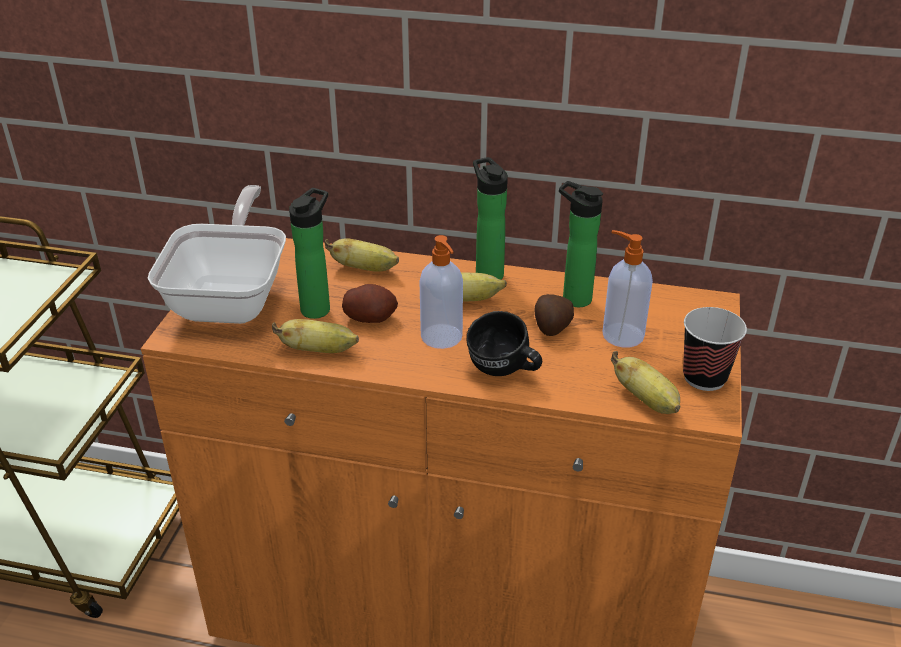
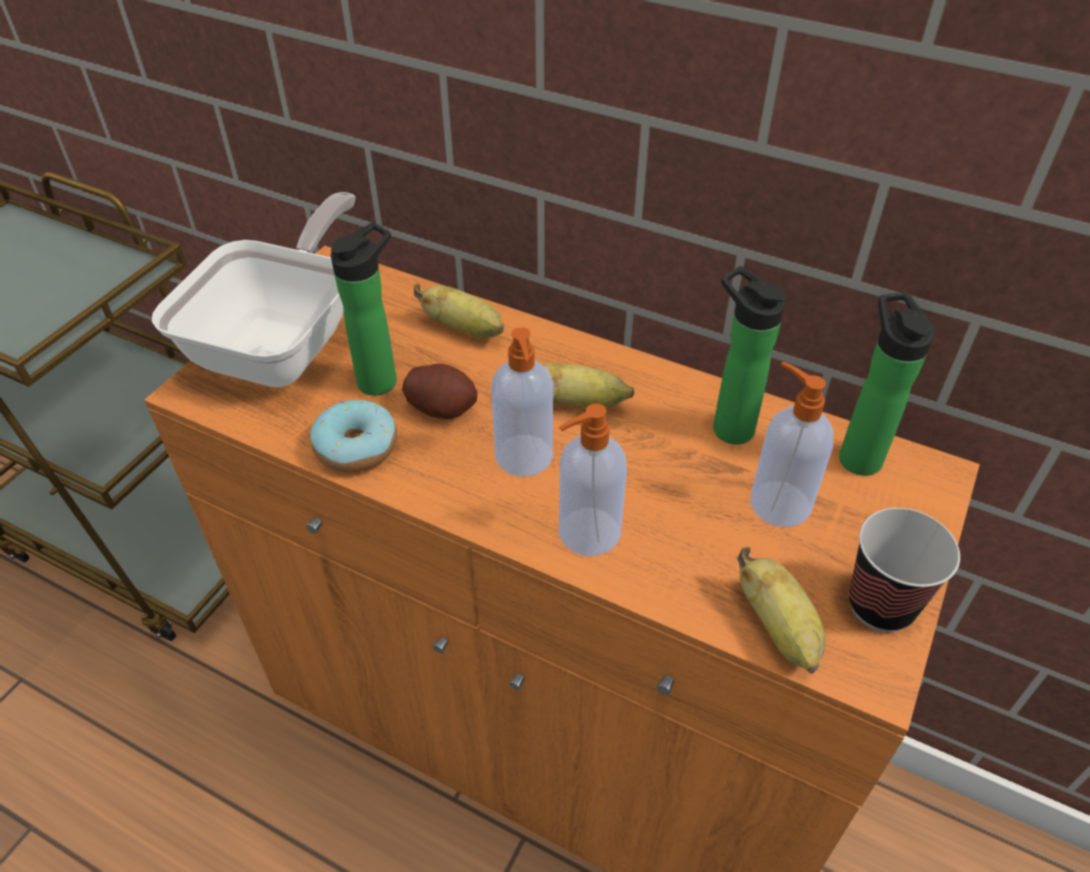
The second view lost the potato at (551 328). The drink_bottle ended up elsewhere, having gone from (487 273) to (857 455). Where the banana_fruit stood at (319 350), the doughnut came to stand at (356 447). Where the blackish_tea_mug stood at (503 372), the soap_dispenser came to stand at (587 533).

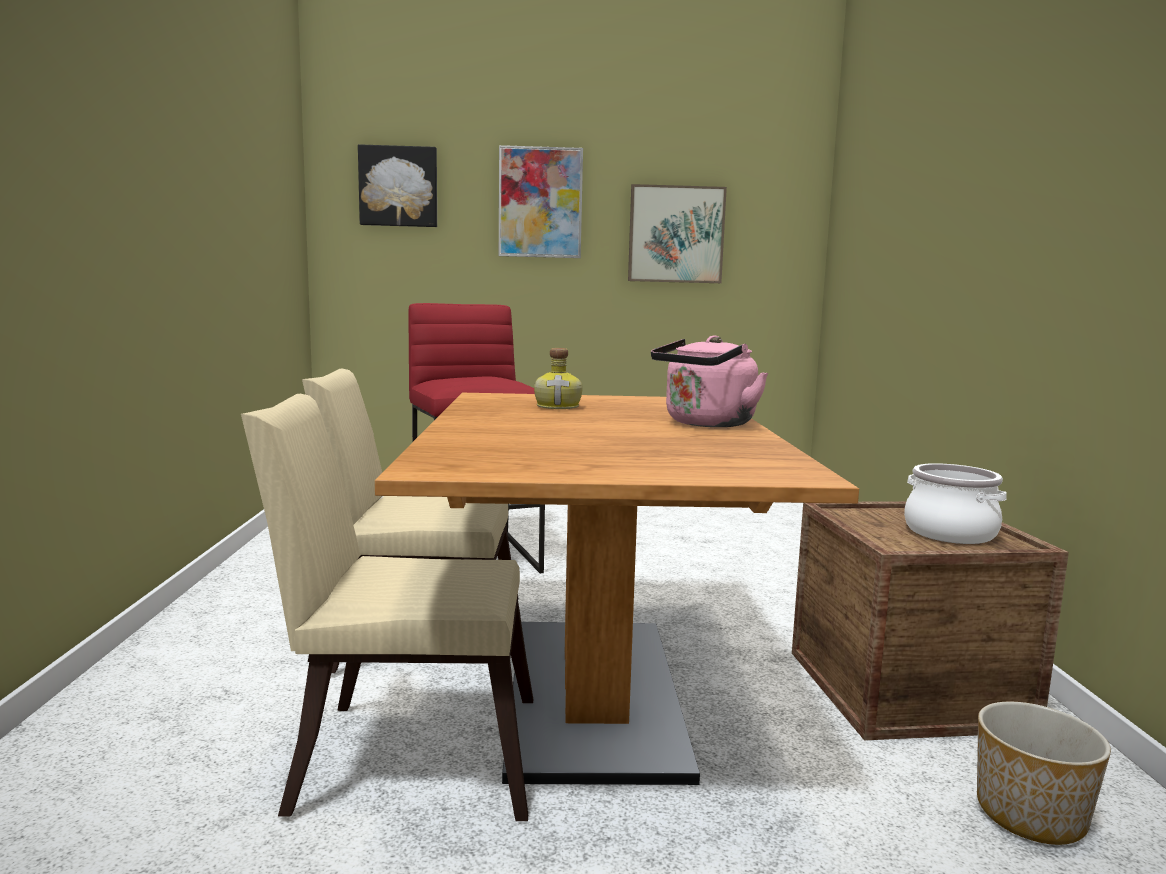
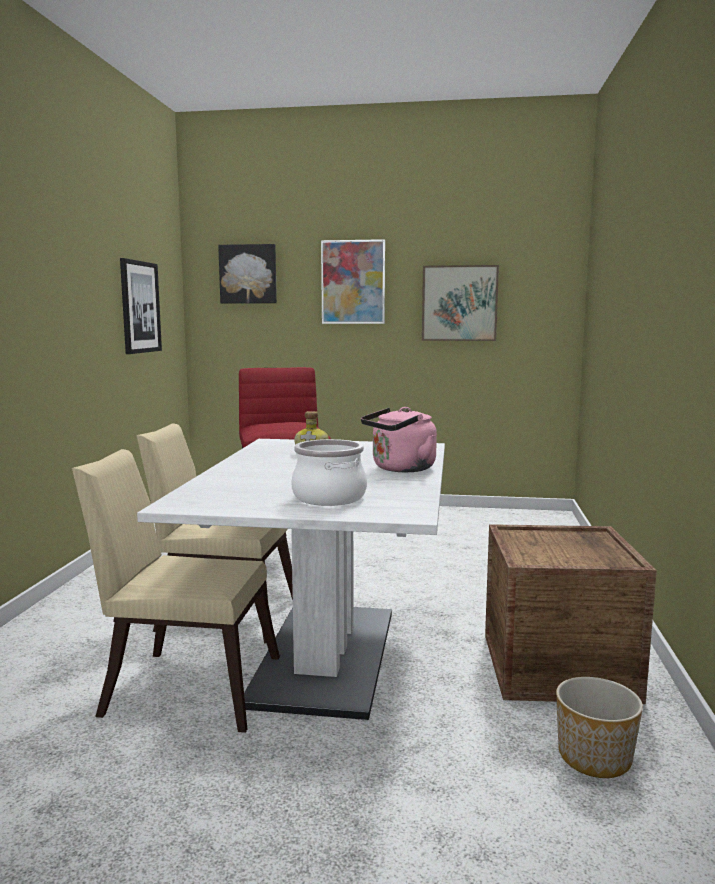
The second view gained the wall_art at (140 307). The cooking_pot ended up elsewhere, having gone from (950 533) to (330 497). What was the brownish_dinner_table at (593 693) turned into the white_dinner_table at (325 655).

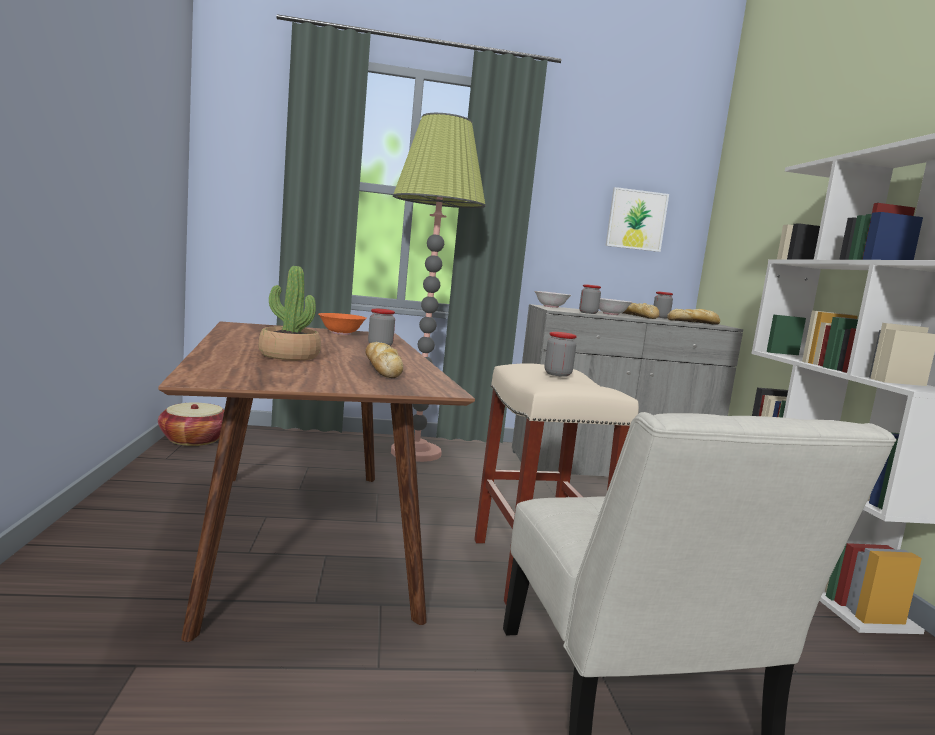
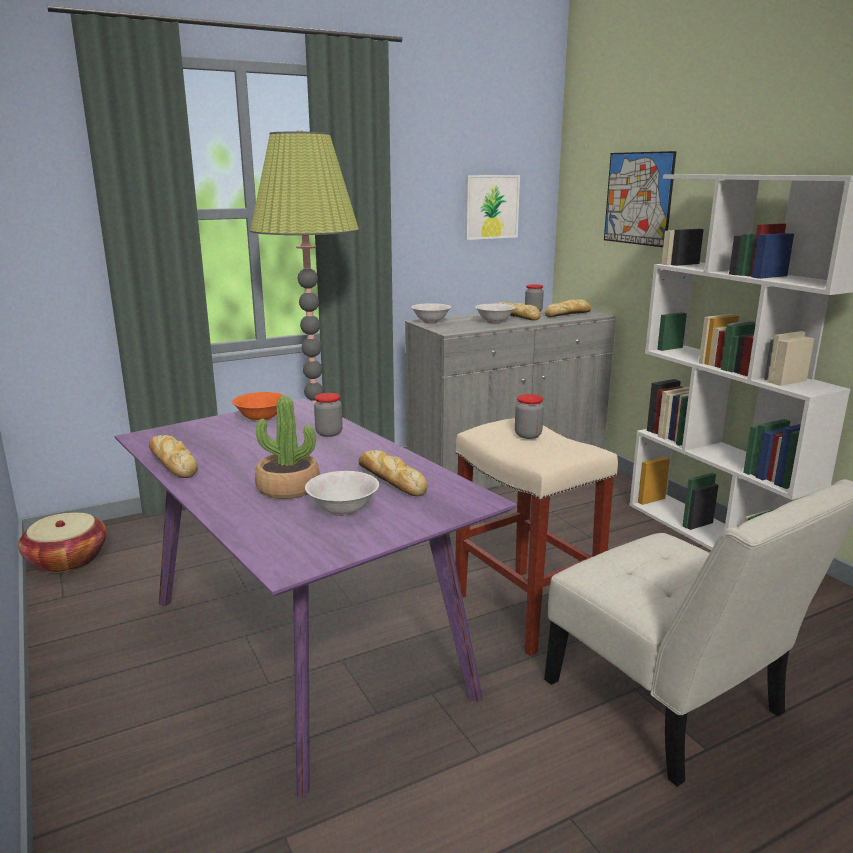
The second view lost the jar at (588 313). The second view gained the bakery_bread at (172 463). The second view gained the white_serving_bowl at (343 510). The second view gained the wall_art at (638 198). What was the brownish_dinner_table at (303 536) turned into the purple-coloured_dinner_table at (302 646).

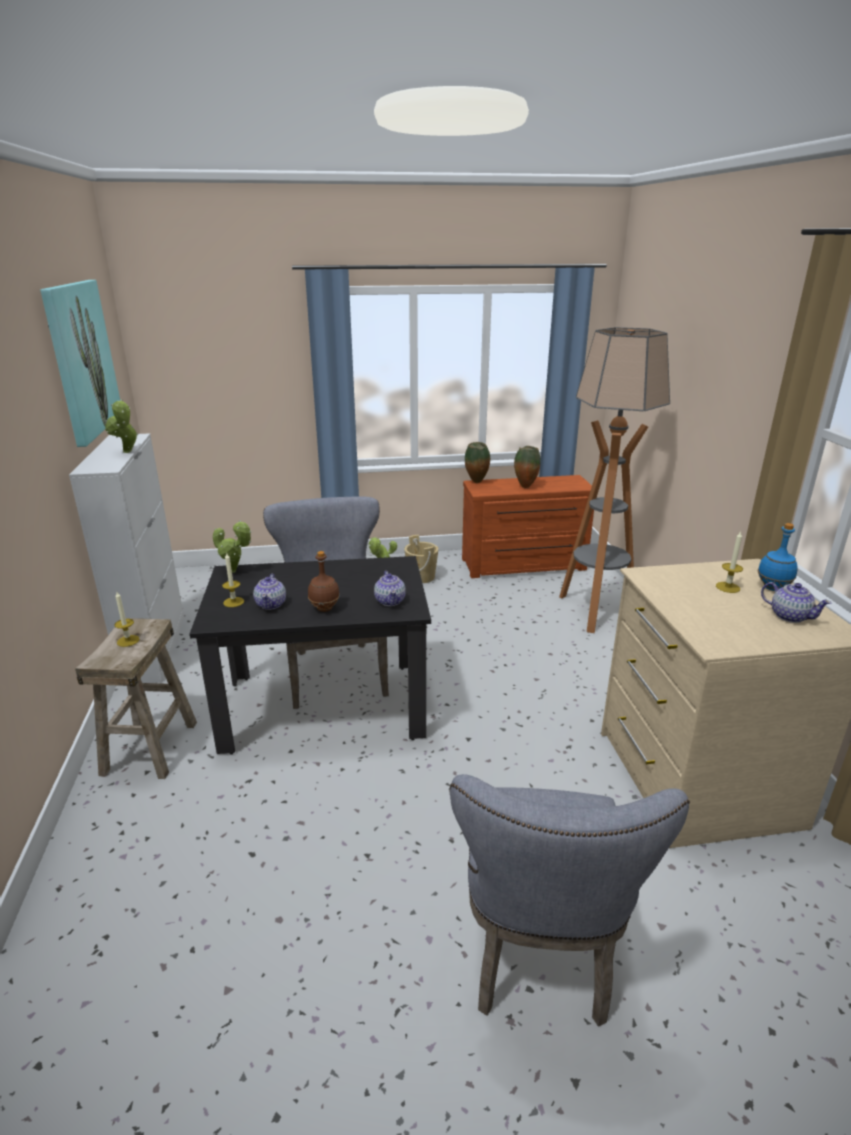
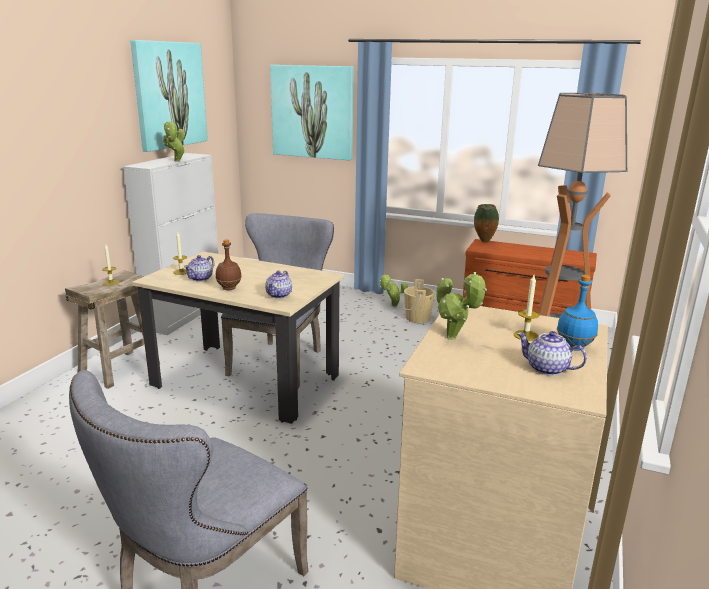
The second view lost the decorative_vase at (525 486). The second view gained the wall_art at (312 112). The potted_plant ended up elsewhere, having gone from (235 571) to (454 338). What was the blackish_dinner_table at (324 707) turned into the sand-coloured_dinner_table at (246 381). The tea_pot at (789 616) ended up facing another way, 135 degrees clockwise from before.

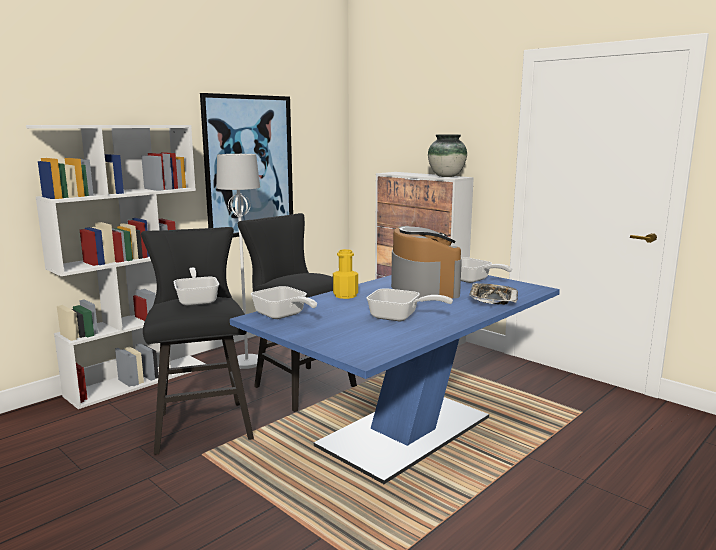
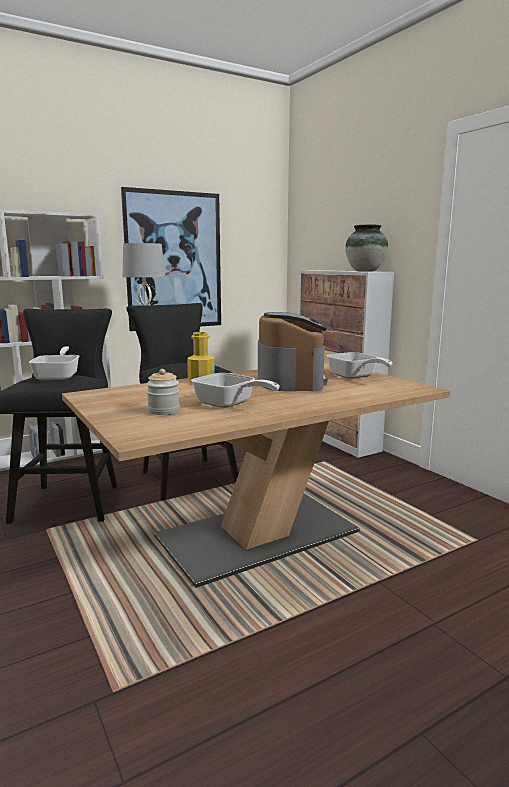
The second view lost the frying_pan at (283 316). The second view lost the tray at (492 298). The second view gained the jar at (164 411). What was the blue_dinner_table at (405 432) turned into the brownish_dinner_table at (257 535).

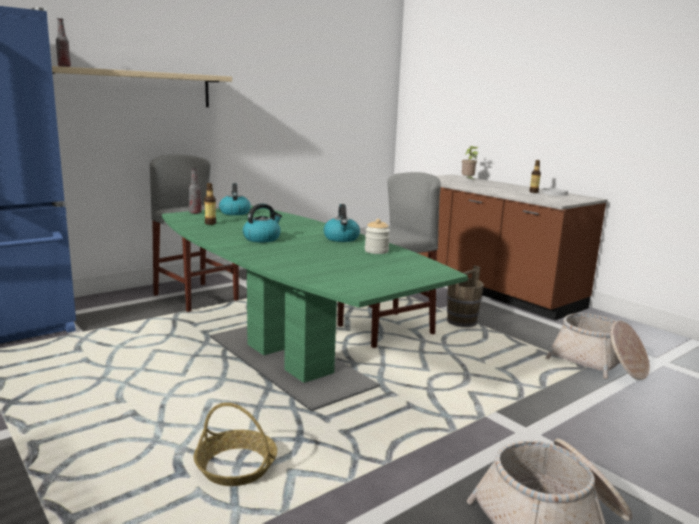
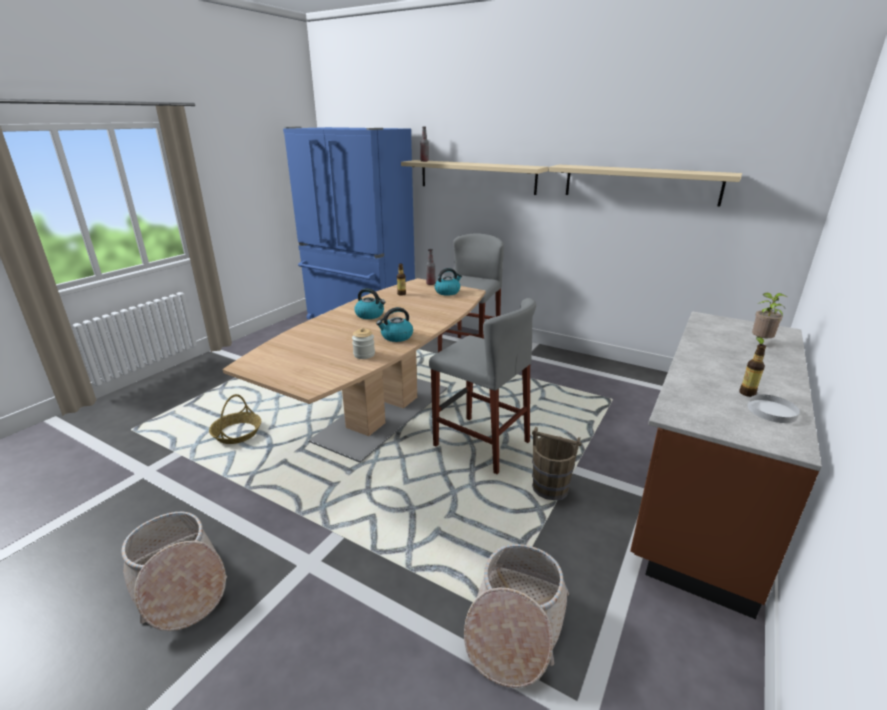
The second view gained the sand-coloured_shelf at (640 184). What was the green-coloured_dinner_table at (288 361) turned into the brownish_dinner_table at (383 414).

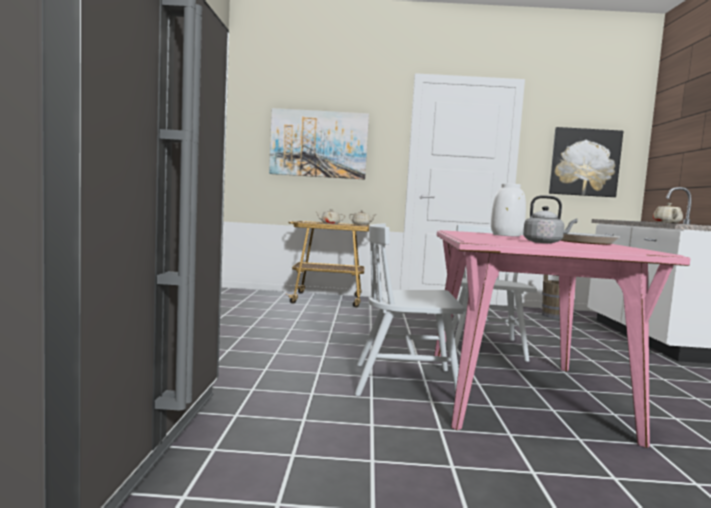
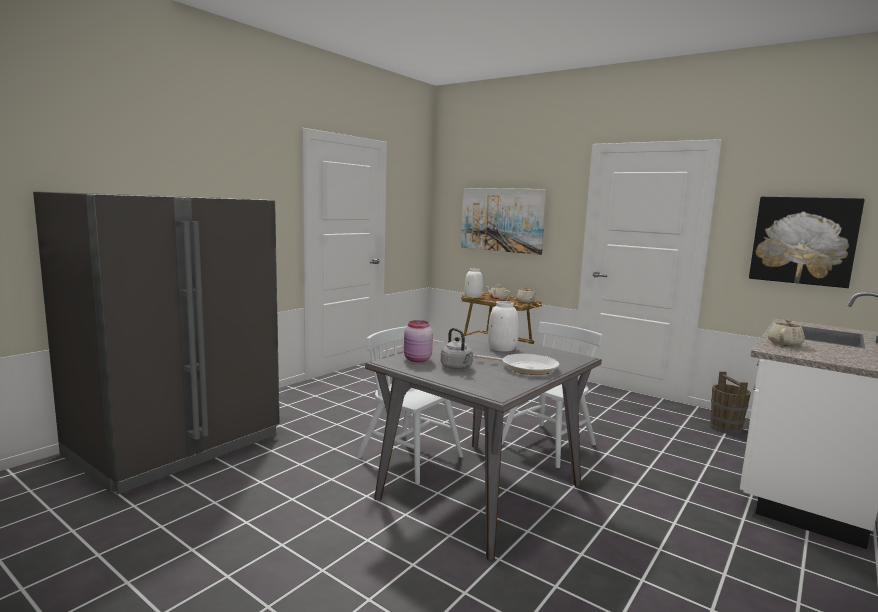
The second view gained the pink_jar at (417 360). The second view gained the white_decorative_vase at (473 296). What was the pink_dinner_table at (519 394) turned into the greyish_dinner_table at (481 491).

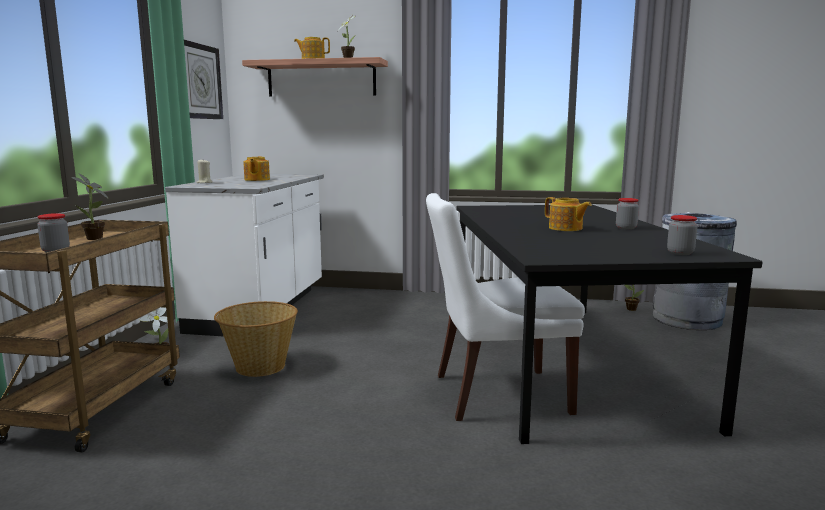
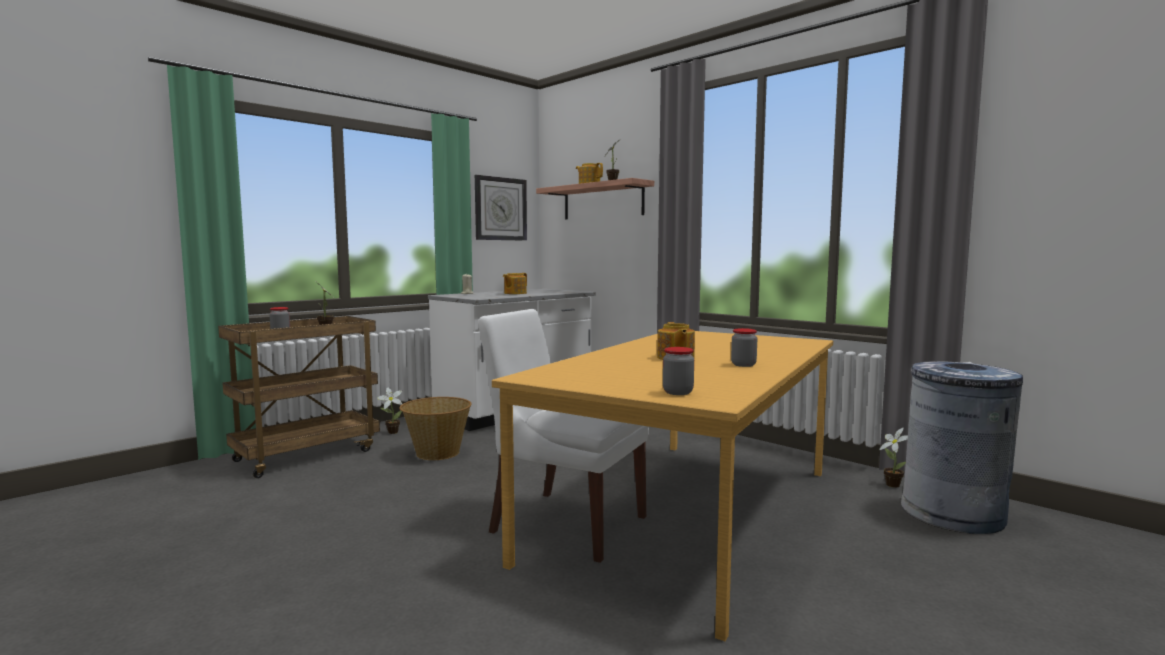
What was the blackish_dinner_table at (559 359) turned into the orangey_dinner_table at (688 512).

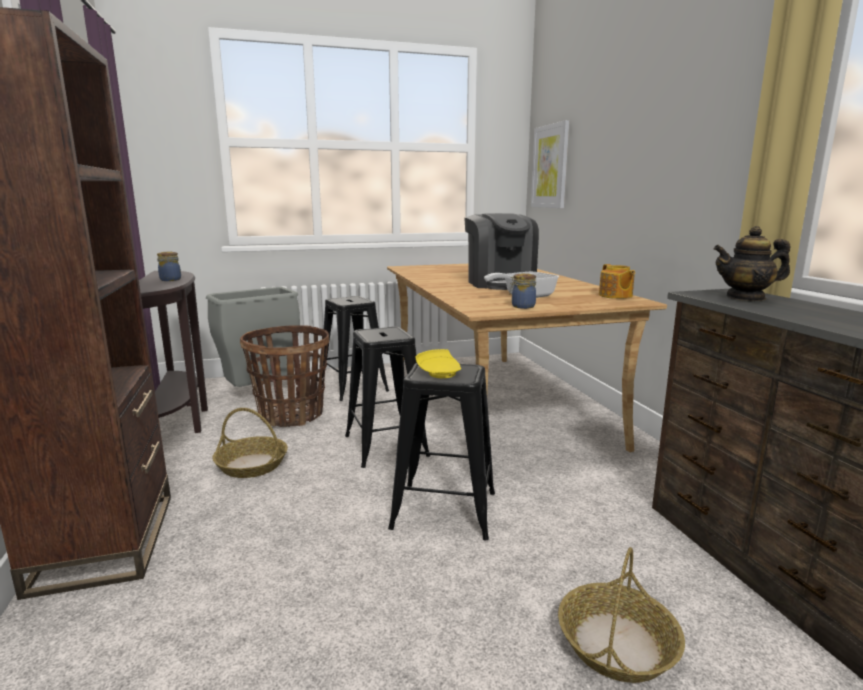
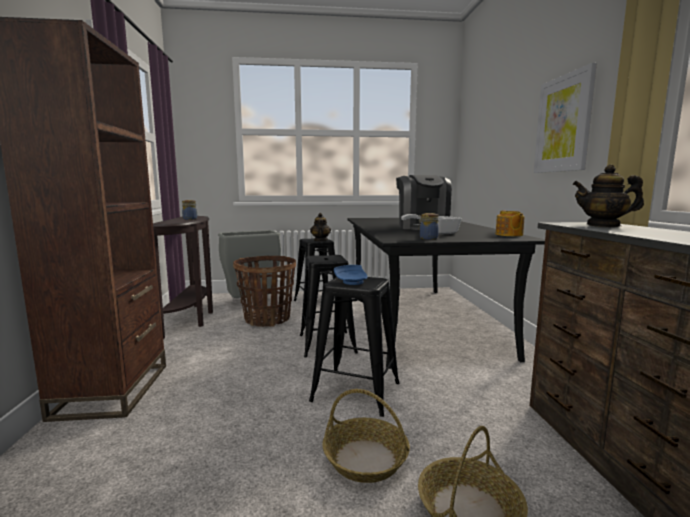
The second view gained the tea_pot at (320 240). The basket ended up elsewhere, having gone from (252 465) to (366 459). The wall_art ended up elsewhere, having gone from (550 166) to (563 124). What was the sand-coloured_dinner_table at (492 403) turned into the blackish_dinner_table at (417 320). What was the yellowish_dinner_plate at (440 373) turned into the blue_dinner_plate at (352 281).

